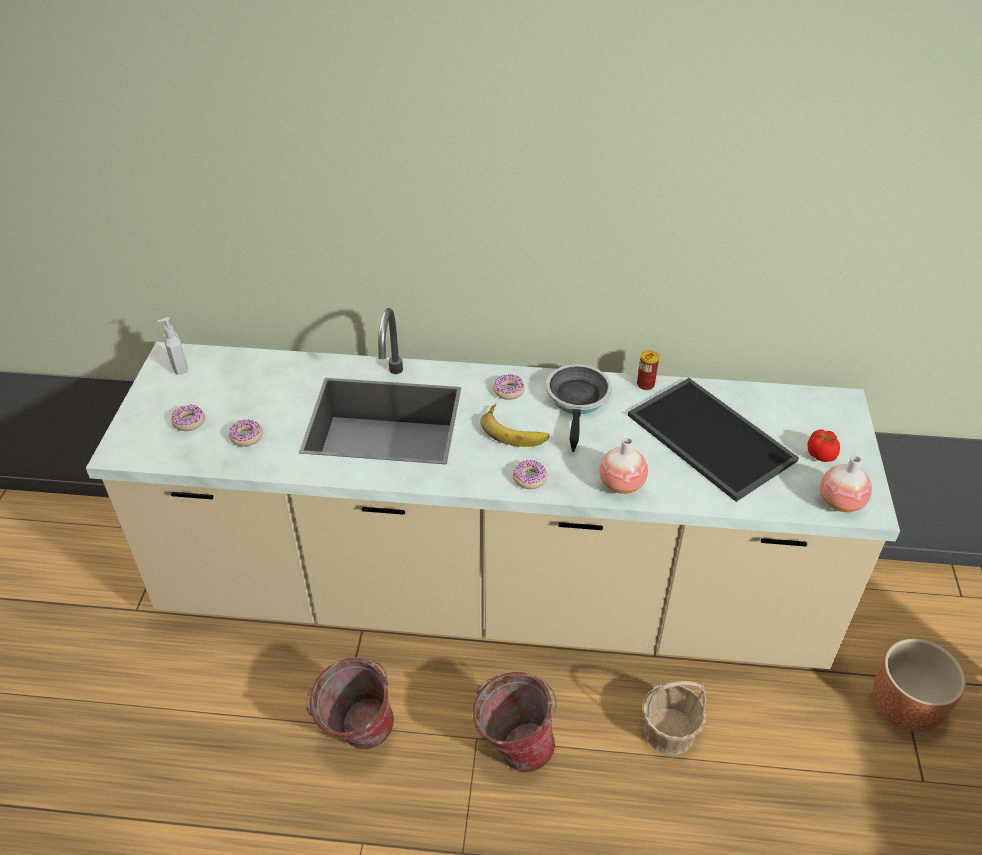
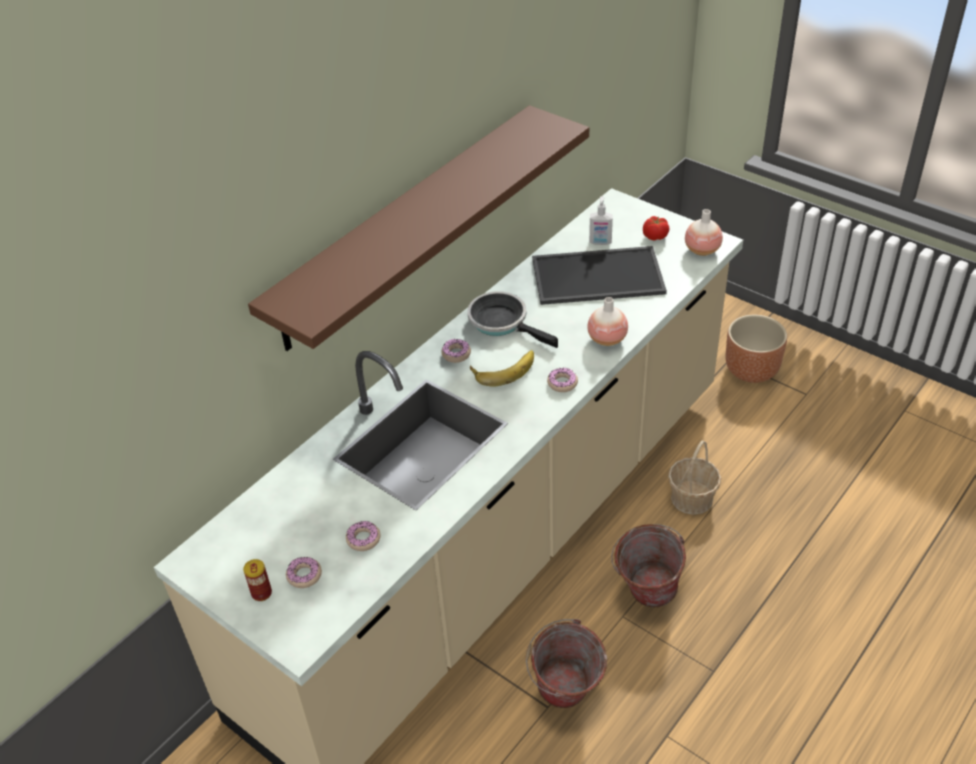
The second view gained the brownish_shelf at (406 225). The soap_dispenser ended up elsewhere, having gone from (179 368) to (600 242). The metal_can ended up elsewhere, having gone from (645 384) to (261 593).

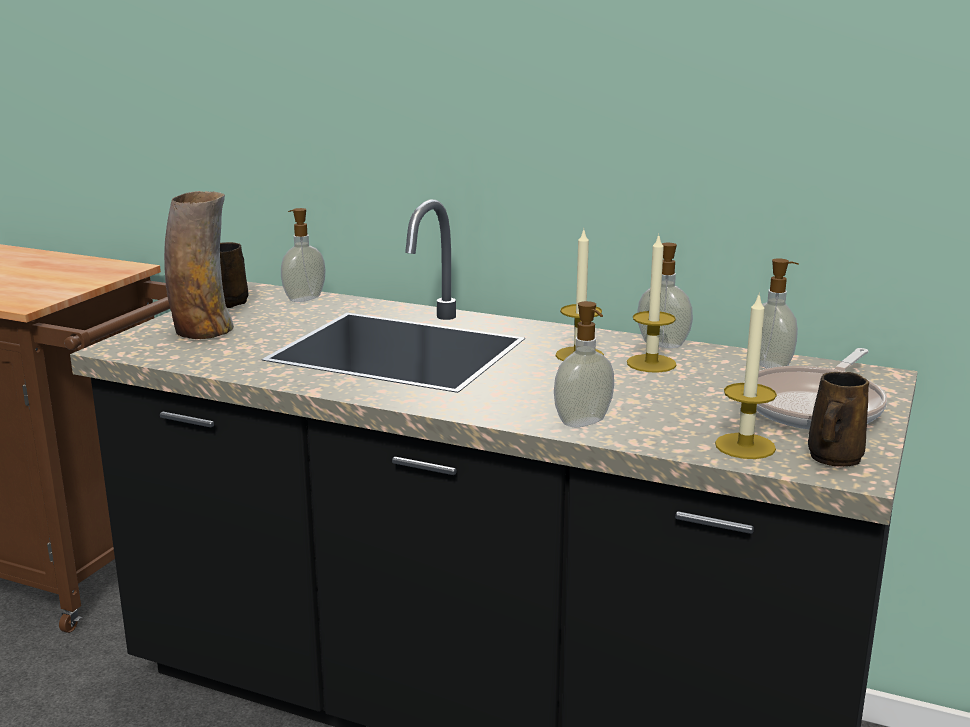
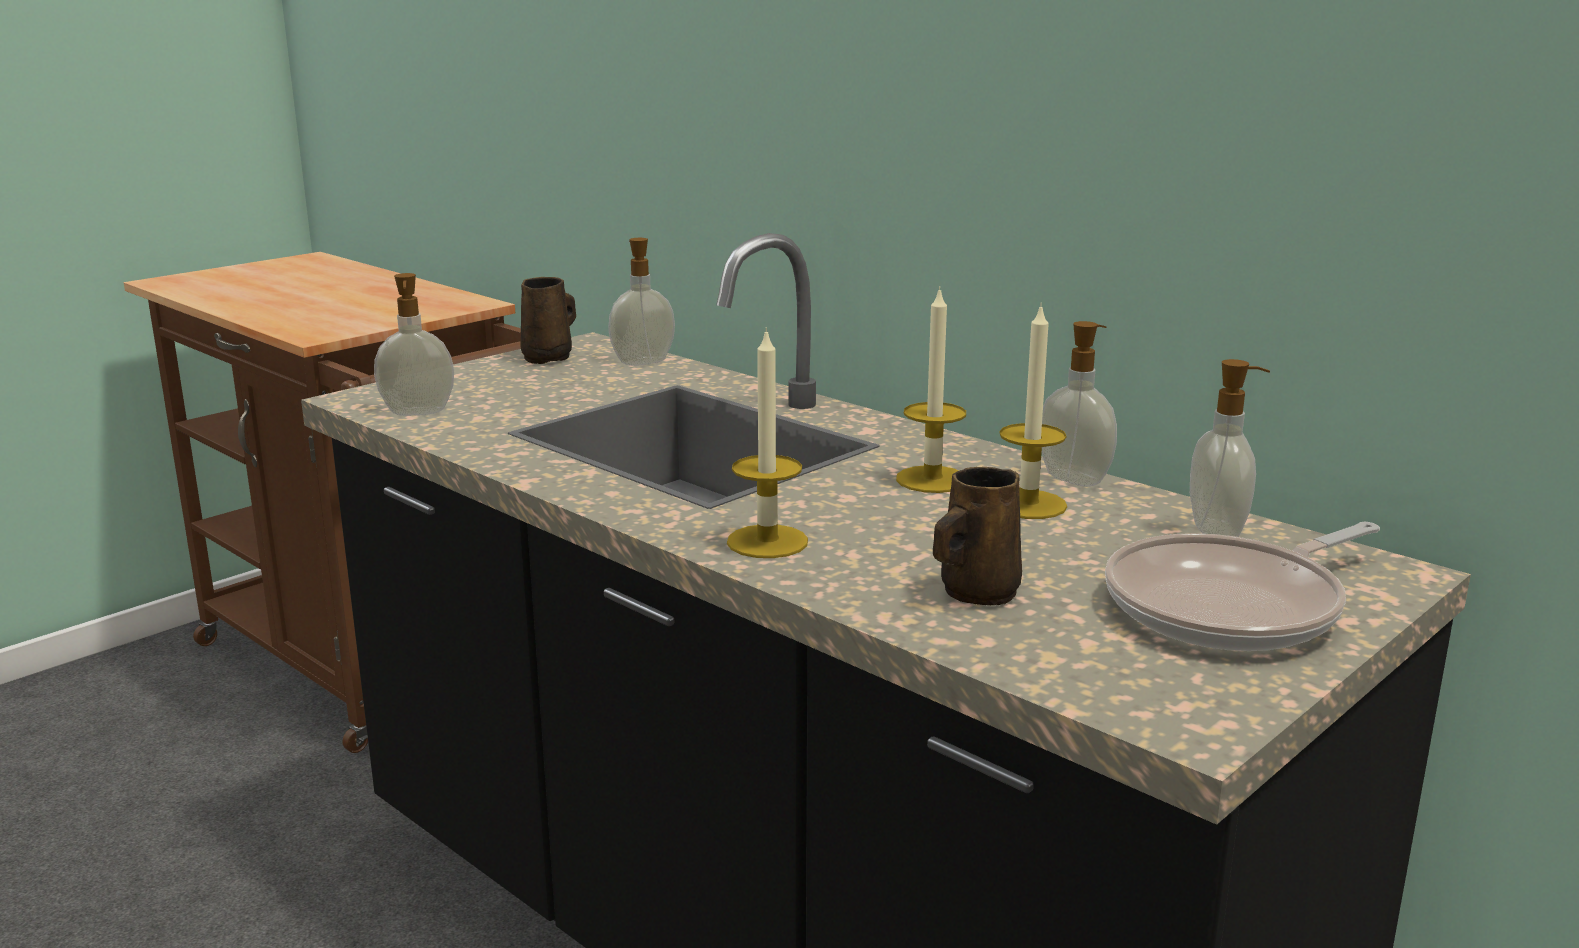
The second view lost the decorative_vase at (203 331). The soap_dispenser ended up elsewhere, having gone from (584 422) to (418 413). The wax_light ended up elsewhere, having gone from (745 446) to (767 541). The brownish_tea_mug ended up elsewhere, having gone from (833 459) to (976 593).

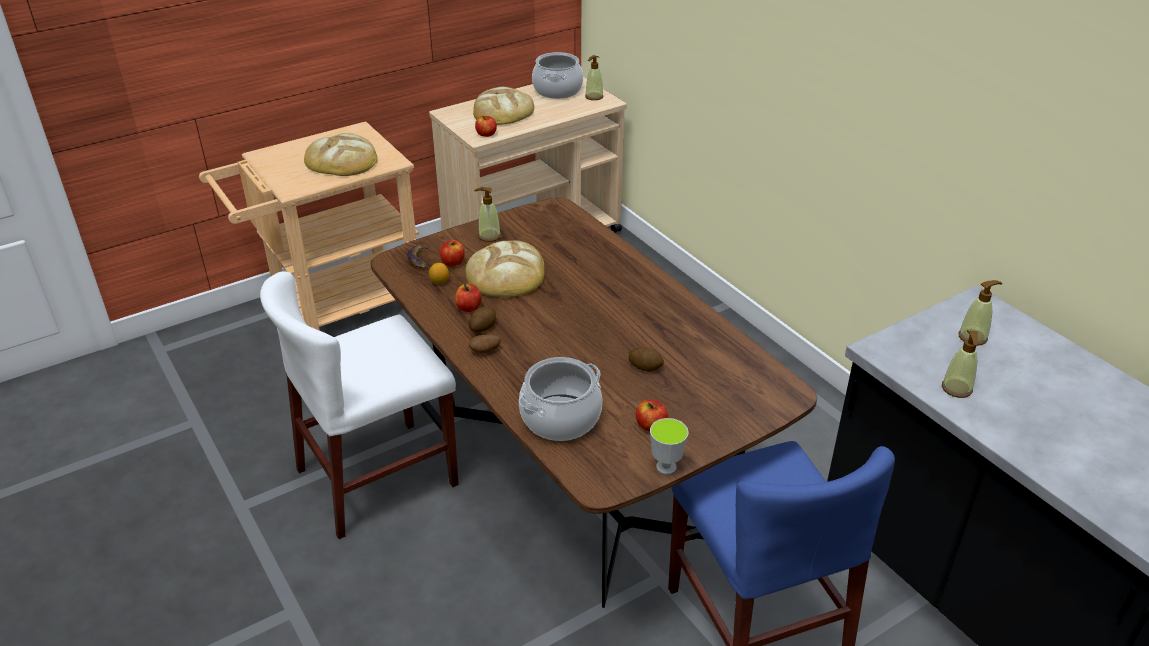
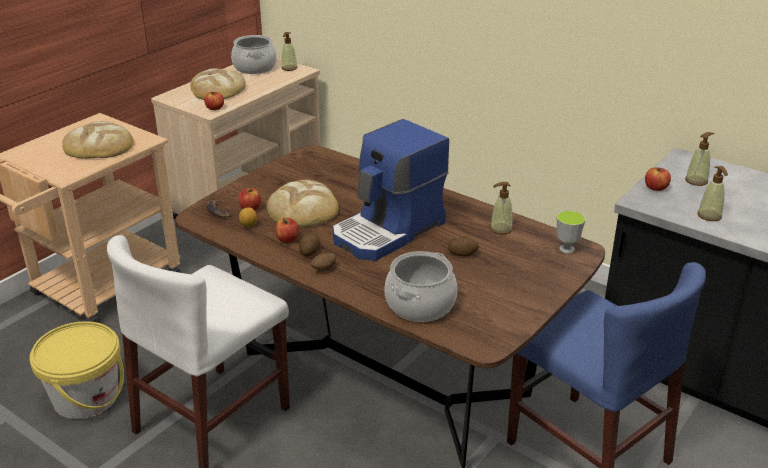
The second view gained the yellowish_water_bucket at (86 397). The second view gained the coffee_brewer at (389 231). The soap_dispenser ended up elsewhere, having gone from (489 236) to (500 229). The apple_fruit ended up elsewhere, having gone from (651 426) to (656 188). The small_cup ended up elsewhere, having gone from (666 467) to (567 249).

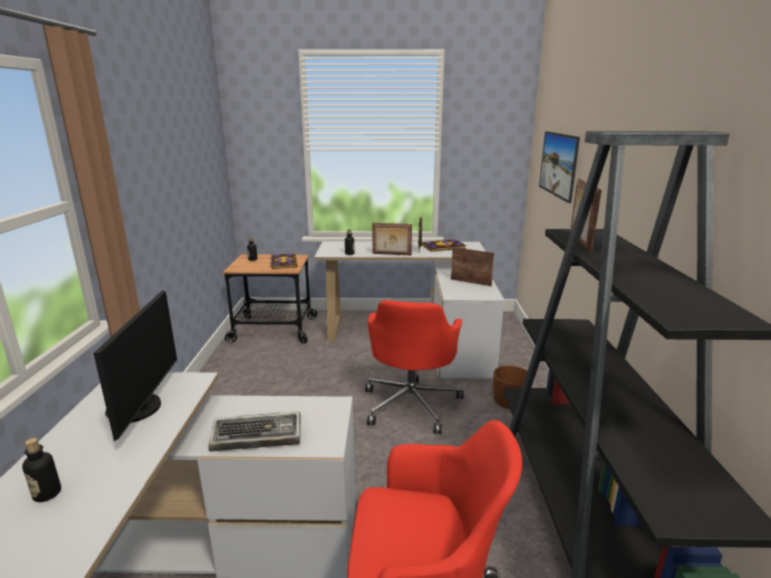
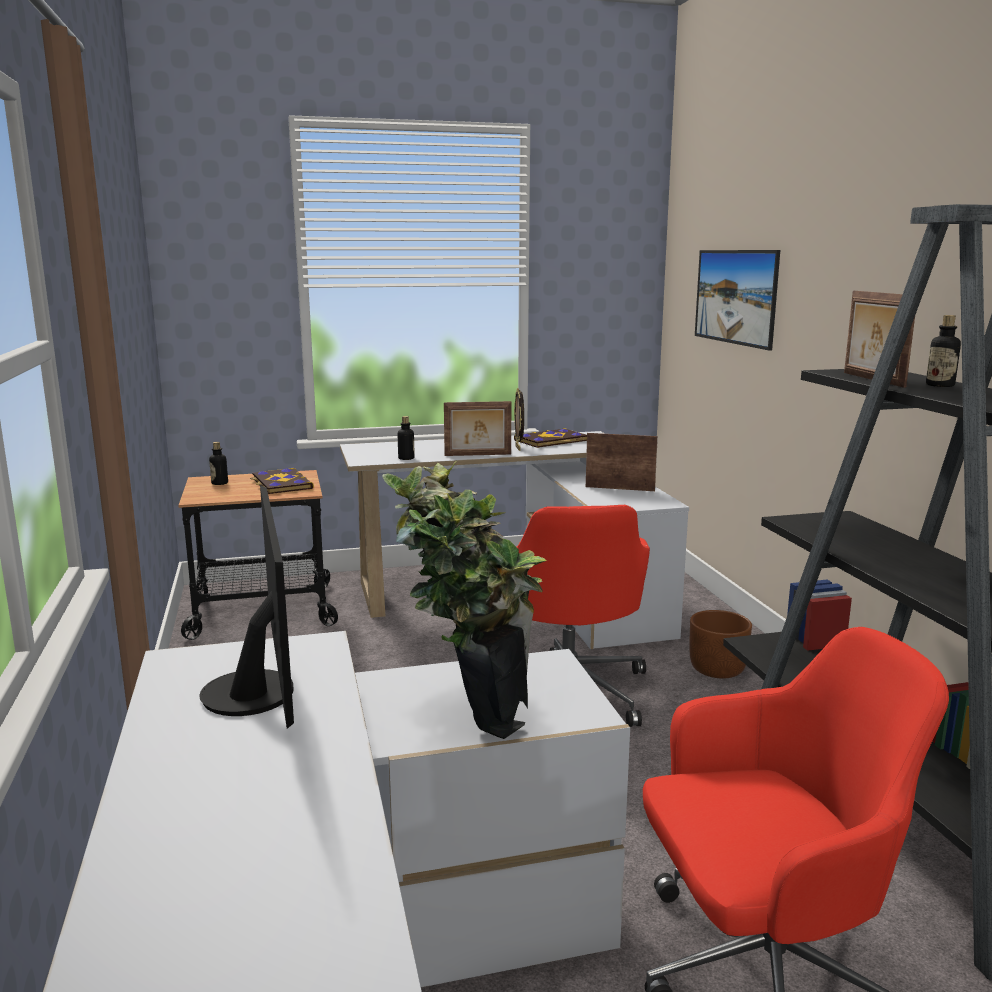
The drink_bottle ended up elsewhere, having gone from (47 494) to (940 385). Where the keyboard stood at (258 436), the potted_plant came to stand at (466 716).

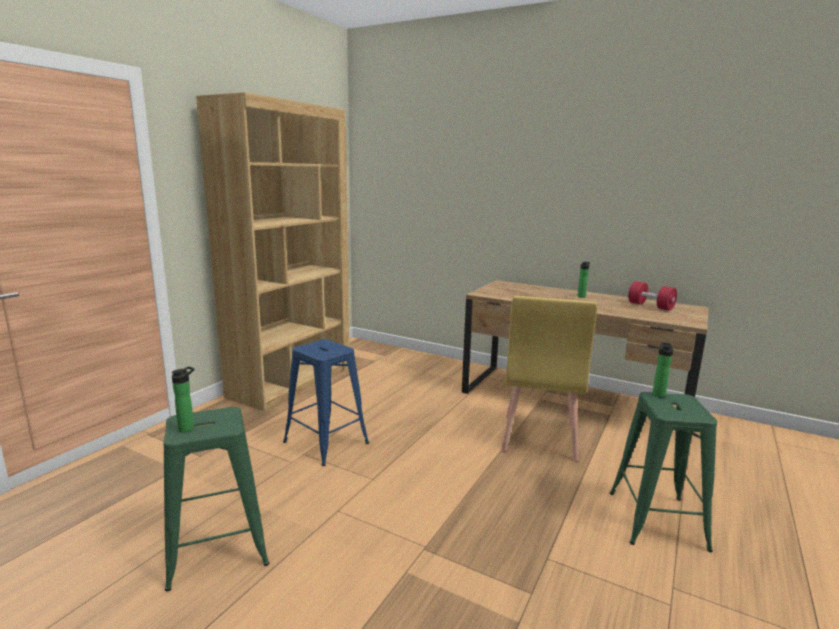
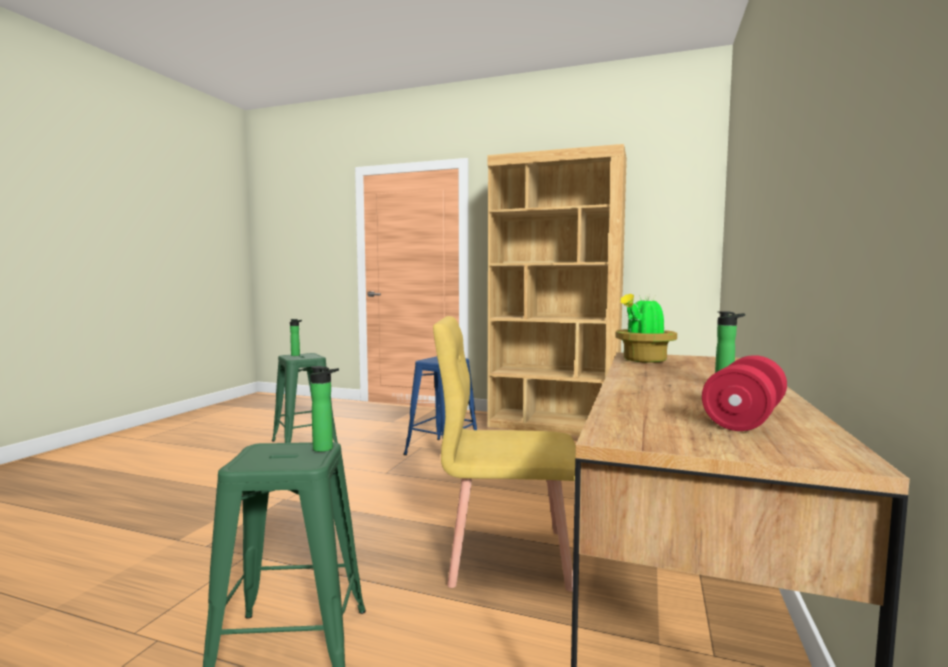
The second view gained the potted_plant at (643 360).

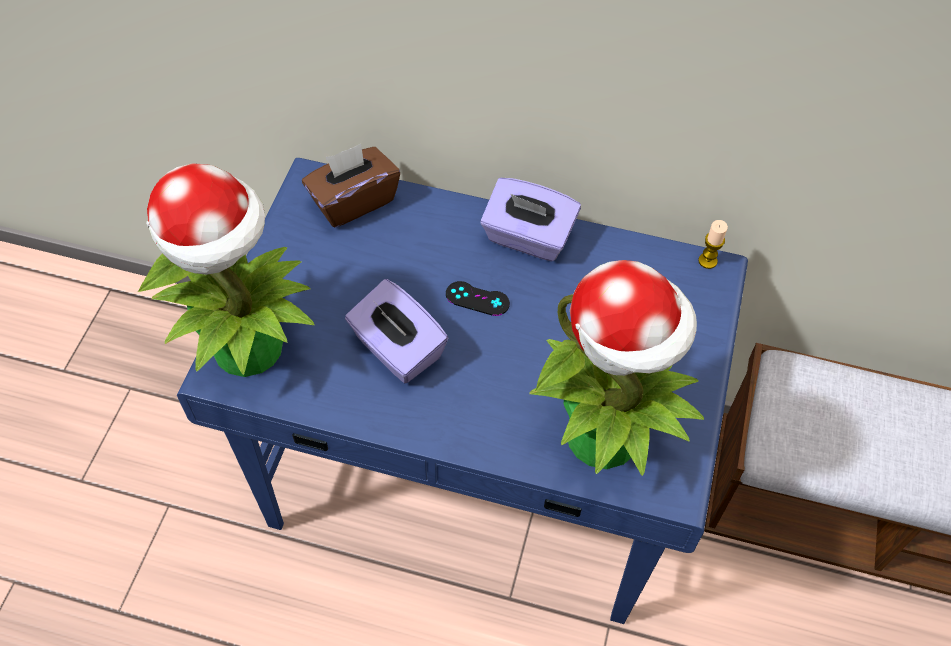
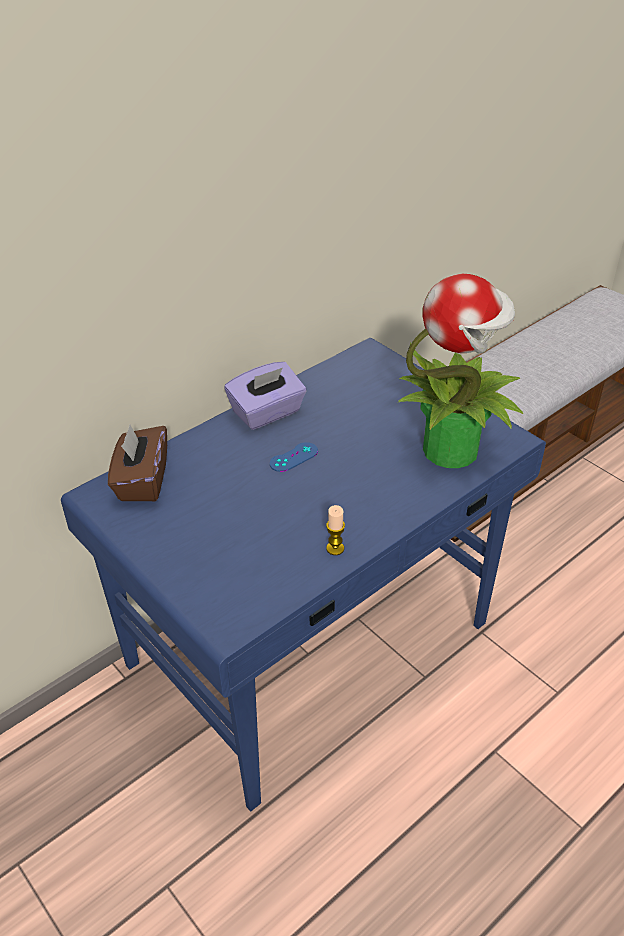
The second view lost the potted_plant at (250 347). The second view lost the purple-coloured_box_of_tissues at (397 349). The wax_light ended up elsewhere, having gone from (707 261) to (335 548). What was the blackish_joypad at (477 299) turned into the blue_joypad at (294 457).

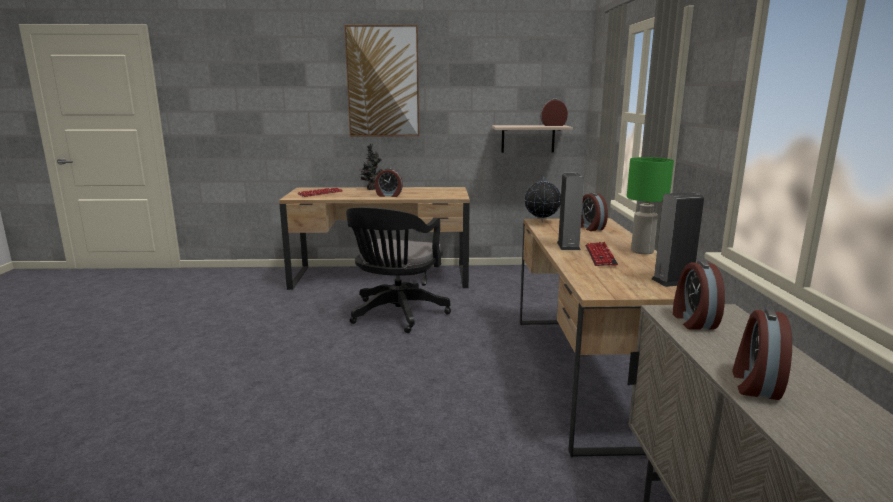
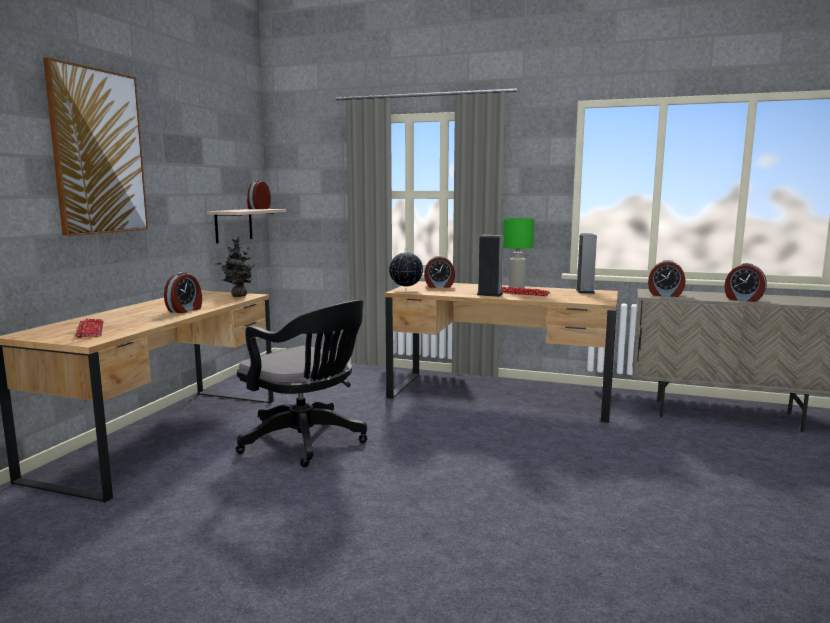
The potted_plant ended up elsewhere, having gone from (371 189) to (238 296).

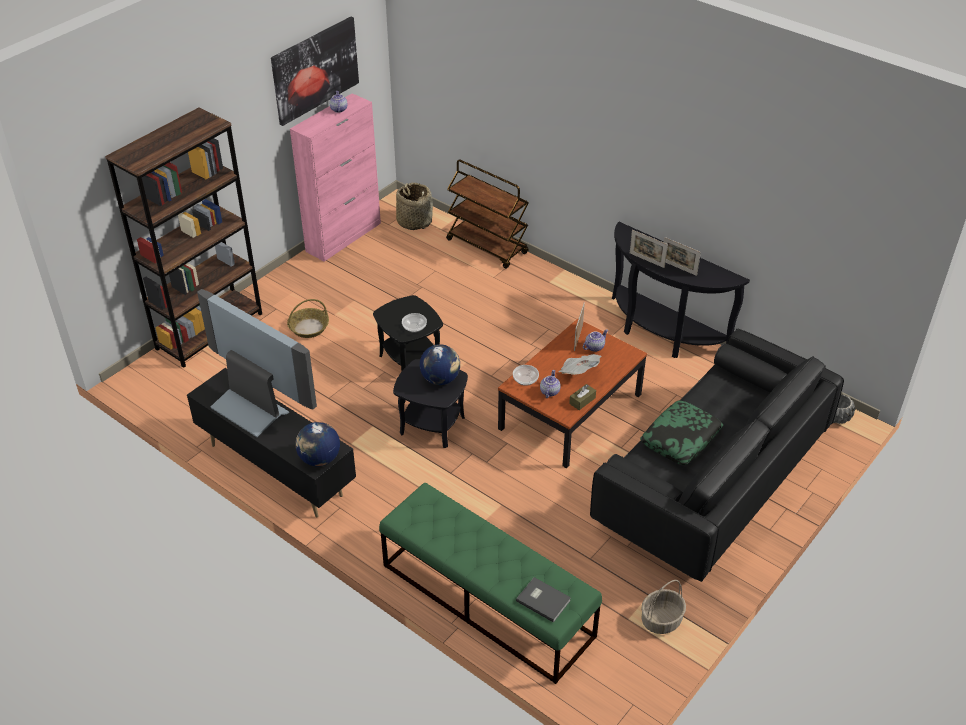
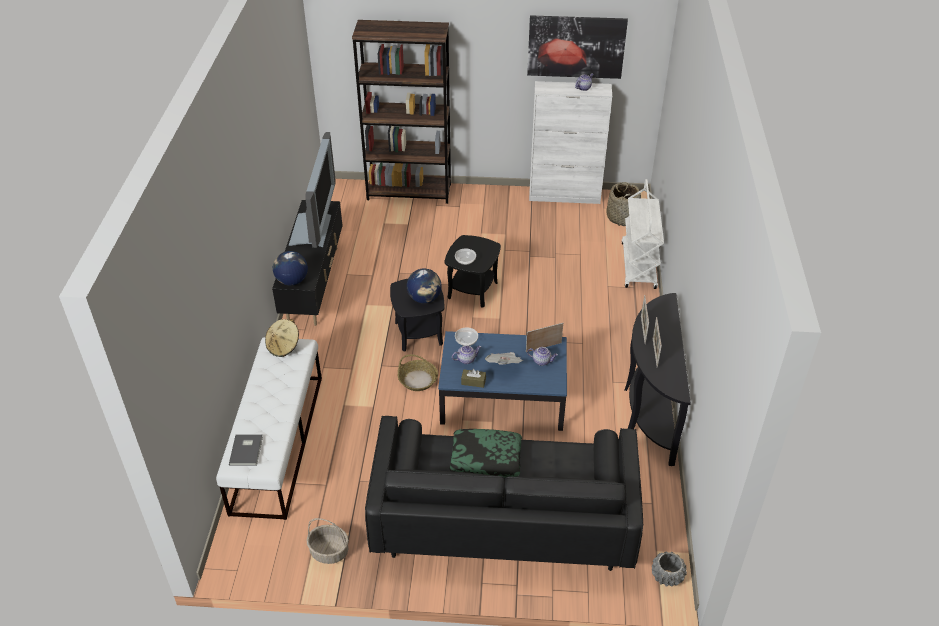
The second view gained the sand-coloured_clothing_hat at (283 346). The basket ended up elsewhere, having gone from (309 327) to (418 380). What was the pink_cupboard at (344 237) turned into the white_cupboard at (565 196). What was the green-coloured_long_seat at (486 600) turned into the white_long_seat at (278 442). What was the brownish_cart at (487 246) turned into the white_cart at (639 266). What was the brownish_lounge_table at (570 412) turned into the blue_lounge_table at (502 398).

